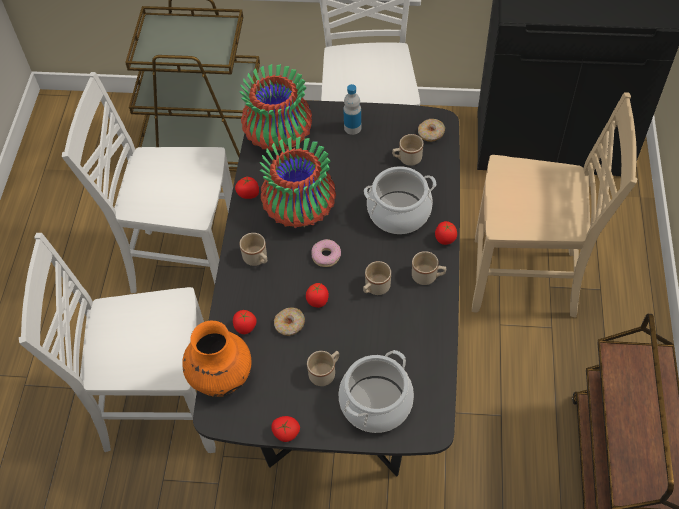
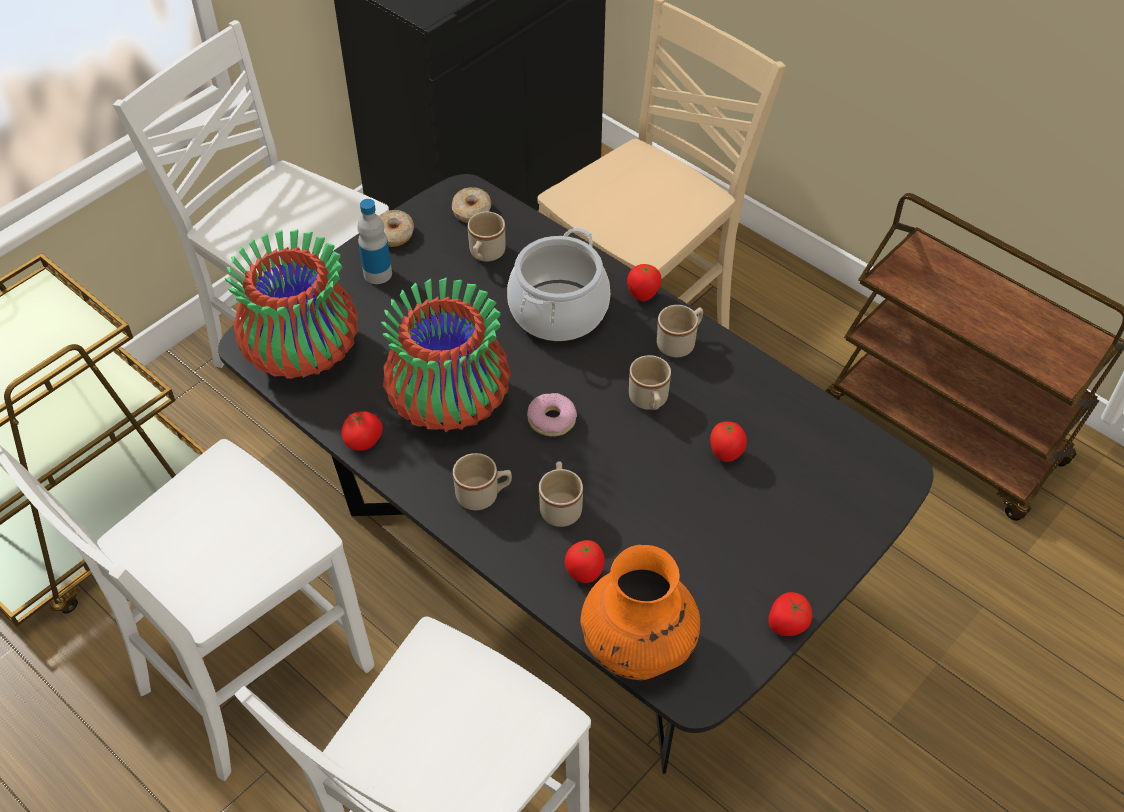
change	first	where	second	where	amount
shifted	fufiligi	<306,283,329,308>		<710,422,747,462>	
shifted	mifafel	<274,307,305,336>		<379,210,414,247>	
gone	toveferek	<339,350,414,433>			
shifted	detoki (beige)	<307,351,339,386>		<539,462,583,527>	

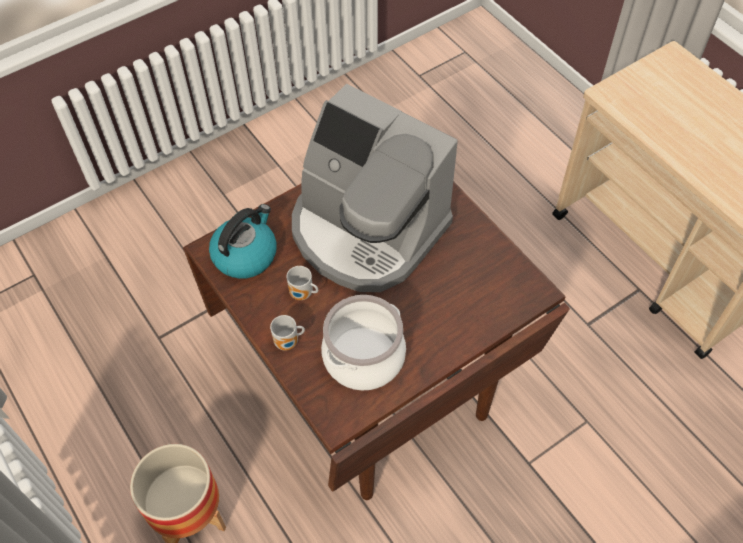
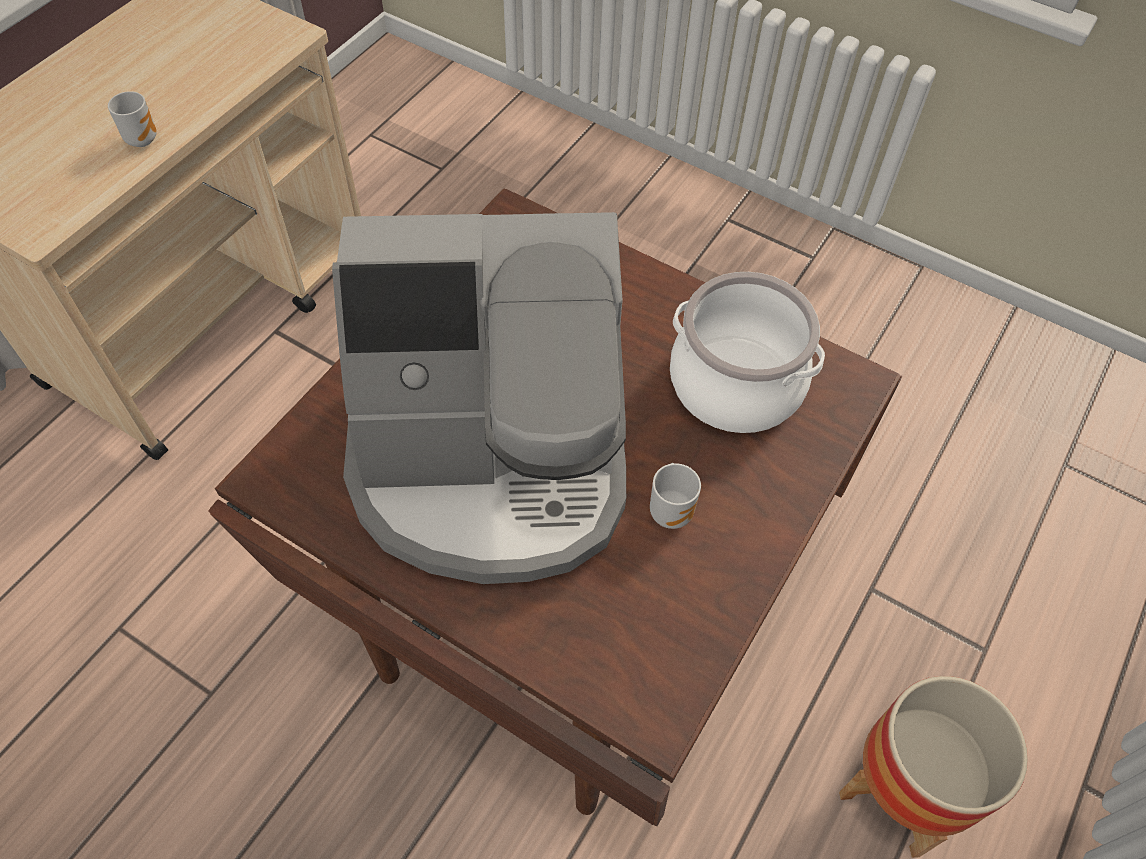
change	first	where	second	where	amount
rotated	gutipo	<292,84,458,292>		<332,212,626,584>	75 degrees clockwise
gone	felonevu	<209,204,277,279>			
shifted	detoki	<270,315,305,350>		<108,91,157,147>	

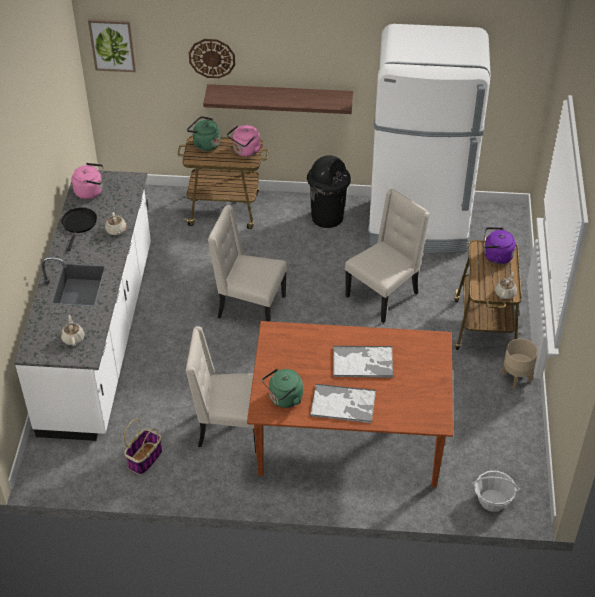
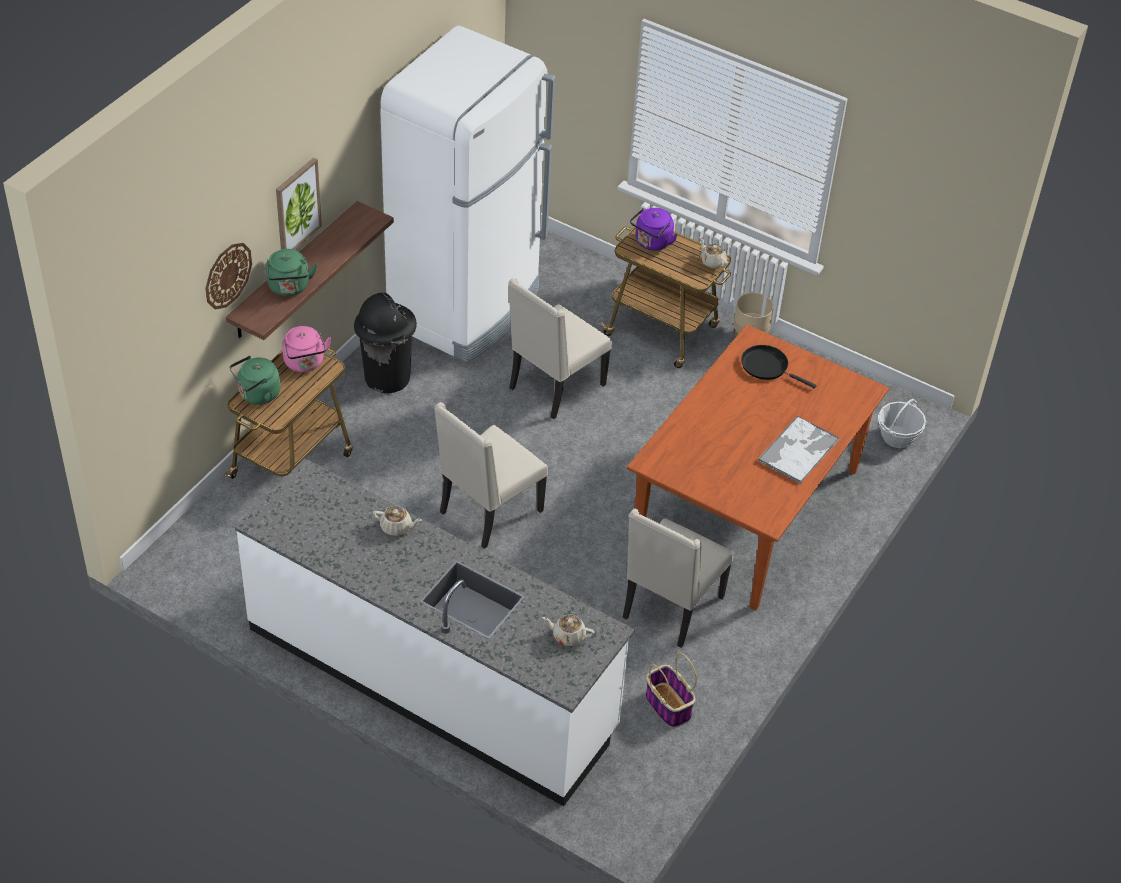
change	first	where	second	where	amount
shifted	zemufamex	<88,19,136,72>		<276,158,322,250>	
gone	felonevu (pink)	<72,163,103,199>			
rotated	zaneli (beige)	<345,189,430,323>		<508,278,612,419>	120 degrees counterclockwise
shifted	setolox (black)	<61,207,97,251>		<741,345,816,388>	
gone	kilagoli	<333,346,394,378>			
shifted	felonevu (green)	<262,369,303,408>		<266,249,317,296>	

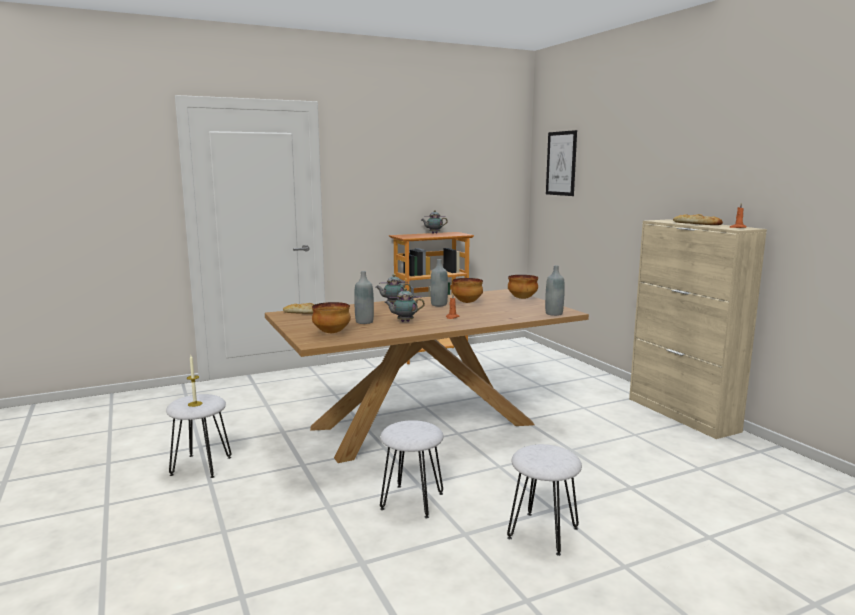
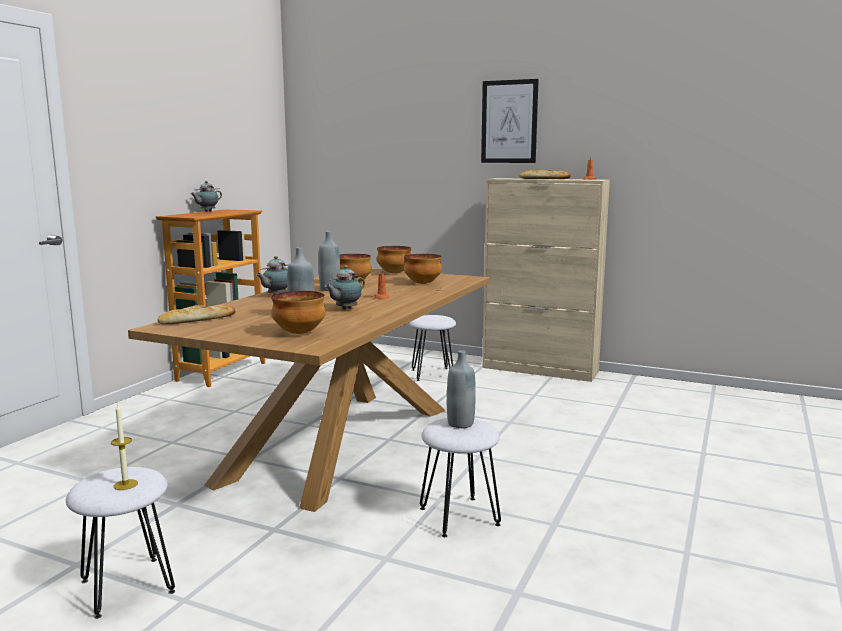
change	first	where	second	where	amount
shifted	zemufamex	<546,130,577,196>		<481,79,539,163>	
shifted	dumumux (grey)	<545,265,565,316>		<447,350,476,428>	
shifted	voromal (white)	<507,444,582,556>		<409,315,456,381>	
new			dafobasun	<404,254,442,284>	

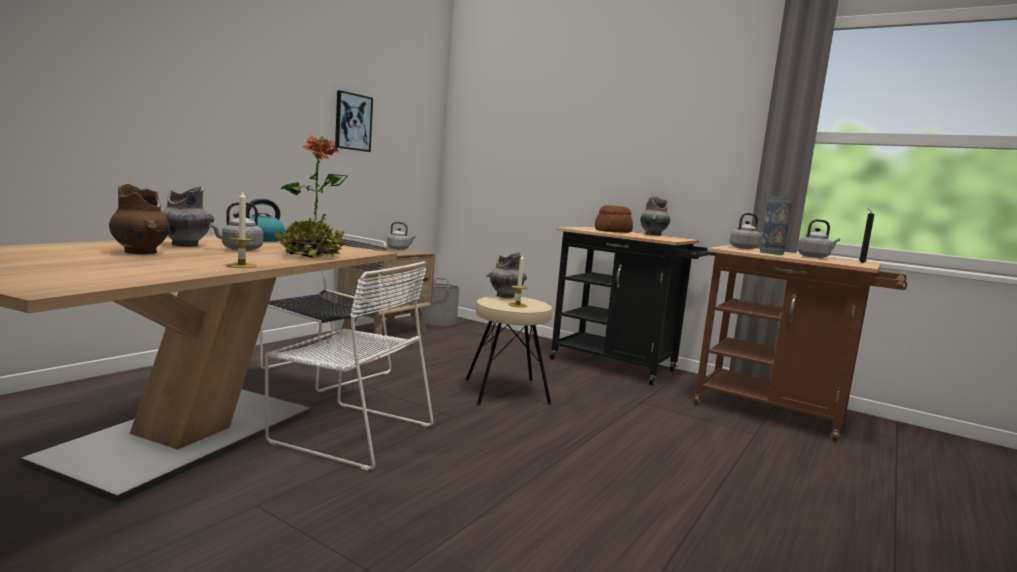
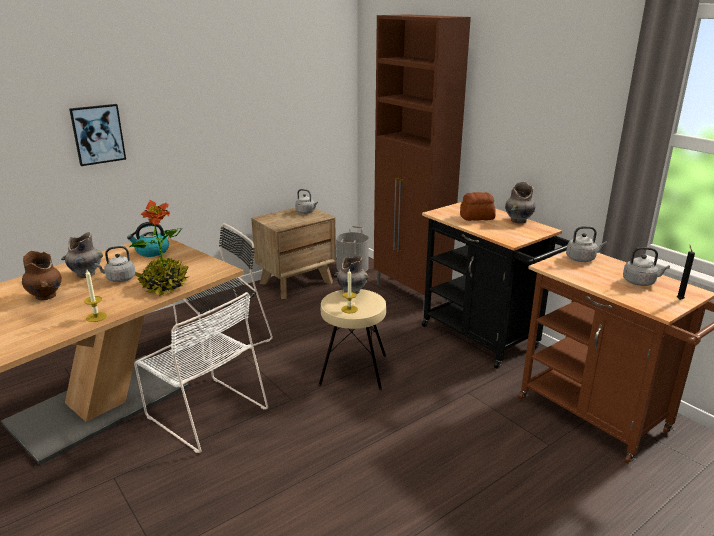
change	first	where	second	where	amount
shifted	zemufamex	<335,90,373,152>		<69,104,126,166>	
gone	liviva	<760,196,793,255>			
new			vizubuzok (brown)	<374,14,471,310>	

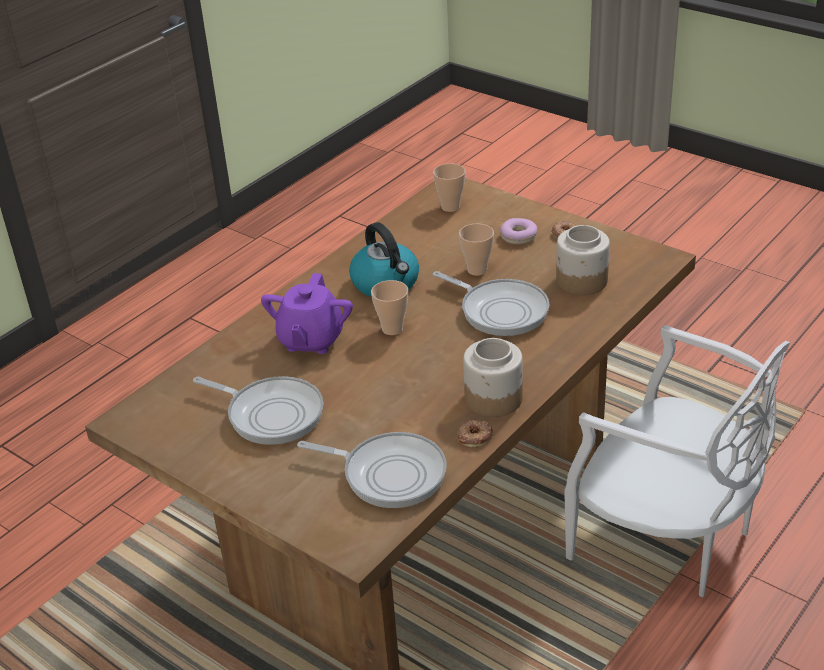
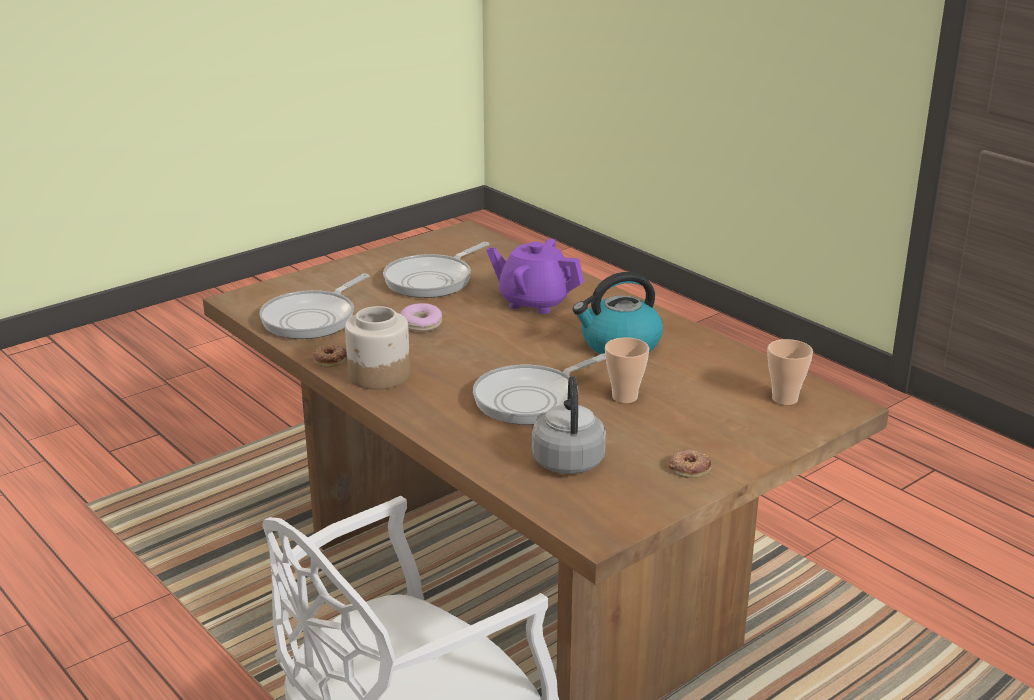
change	first	where	second	where	amount
shifted	mifafel	<500,218,537,245>		<400,303,442,332>	
swapped	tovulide	<556,225,610,295>	felonevu (grey)	<532,376,606,474>	
gone	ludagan	<371,280,408,335>			

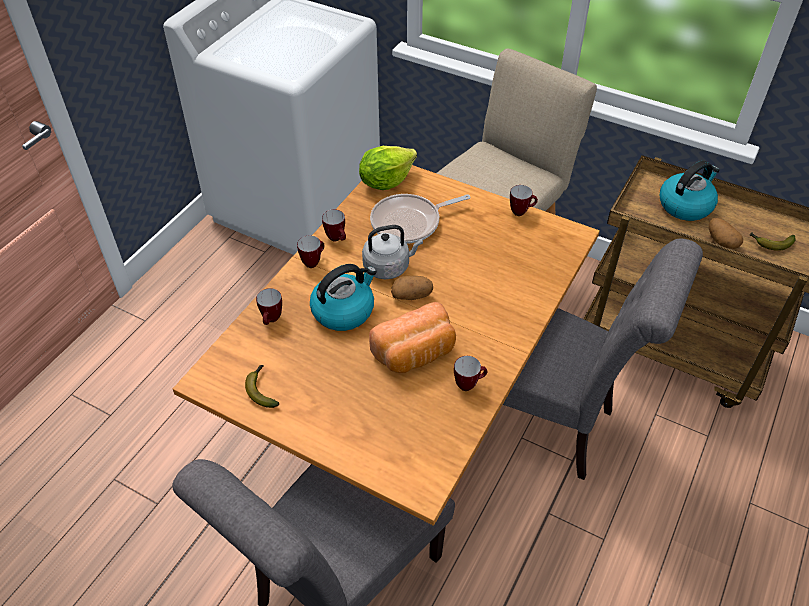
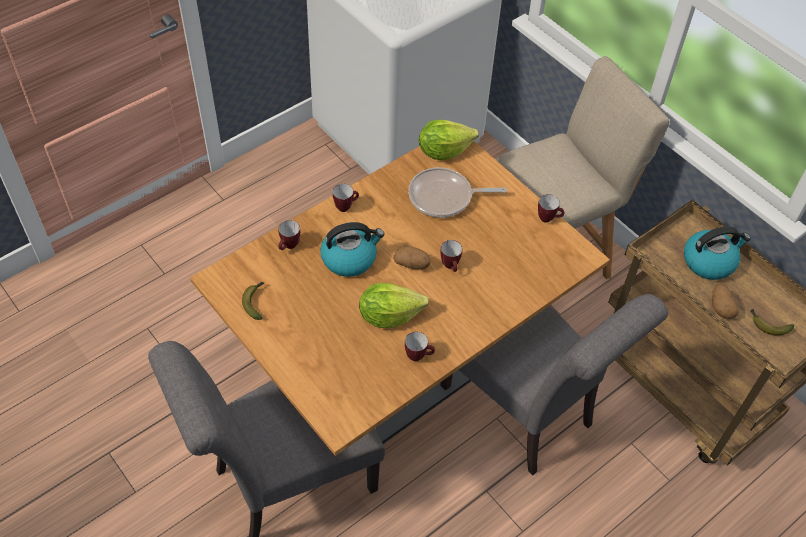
change	first	where	second	where	amount
shifted	detoki	<322,209,346,241>		<440,240,462,272>	
gone	felonevu (grey)	<362,225,423,279>			
swapped	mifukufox	<369,302,456,373>	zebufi	<359,283,429,328>	

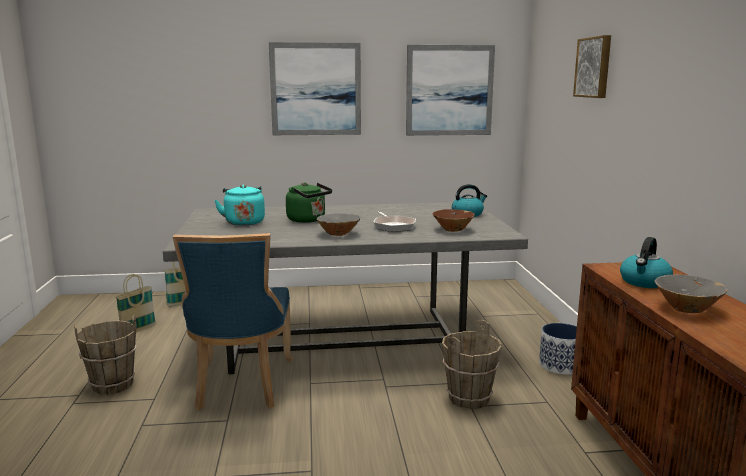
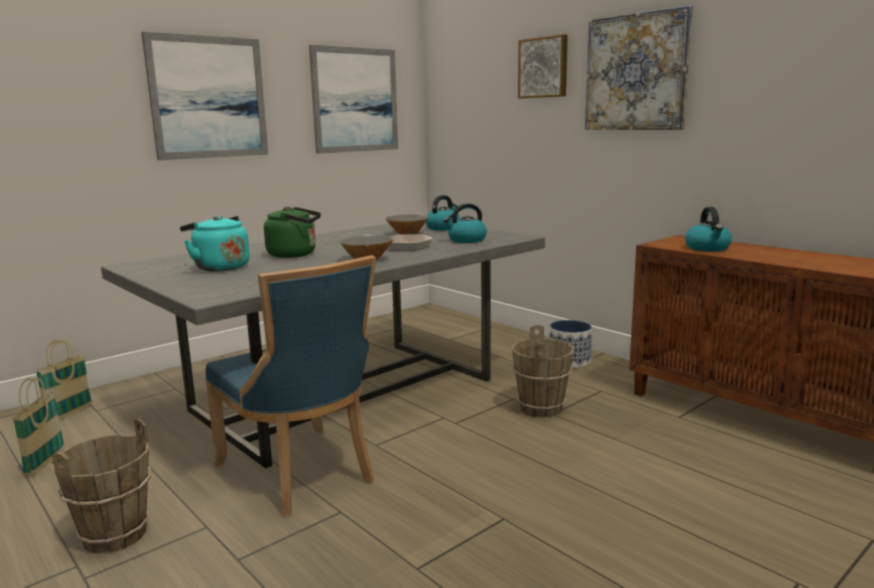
change	first	where	second	where	amount
swapped	dafobasun (brown)	<433,209,475,232>	felonevu	<443,203,487,243>	
shifted	dafobasun (grey)	<654,274,728,313>		<385,214,428,235>	
new			zemufamex	<585,5,693,130>	

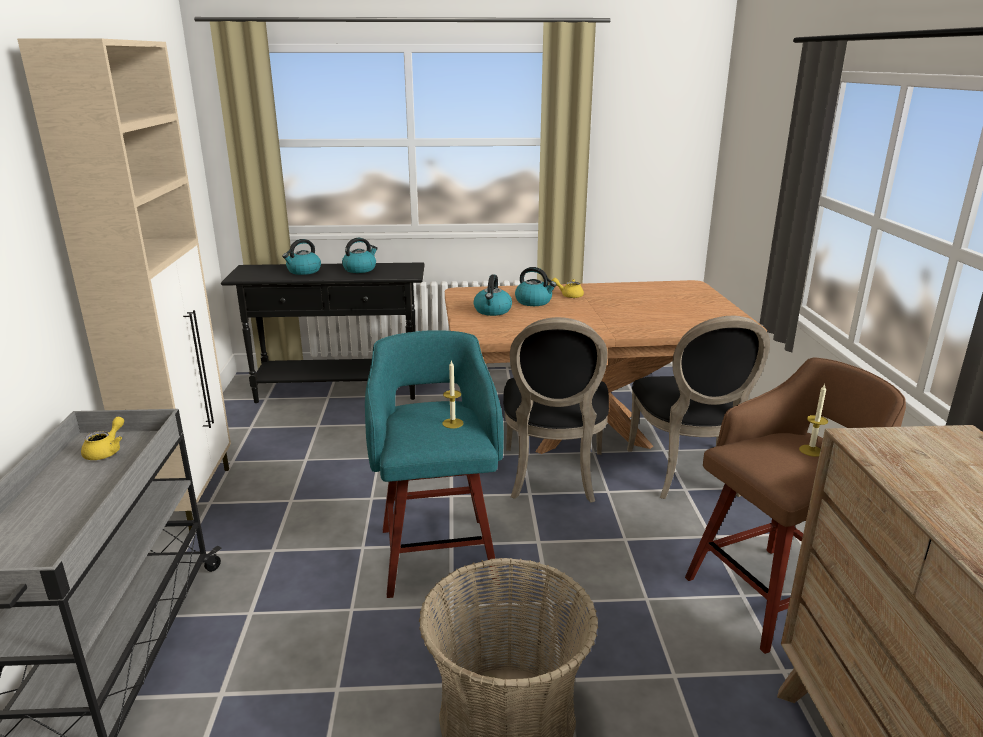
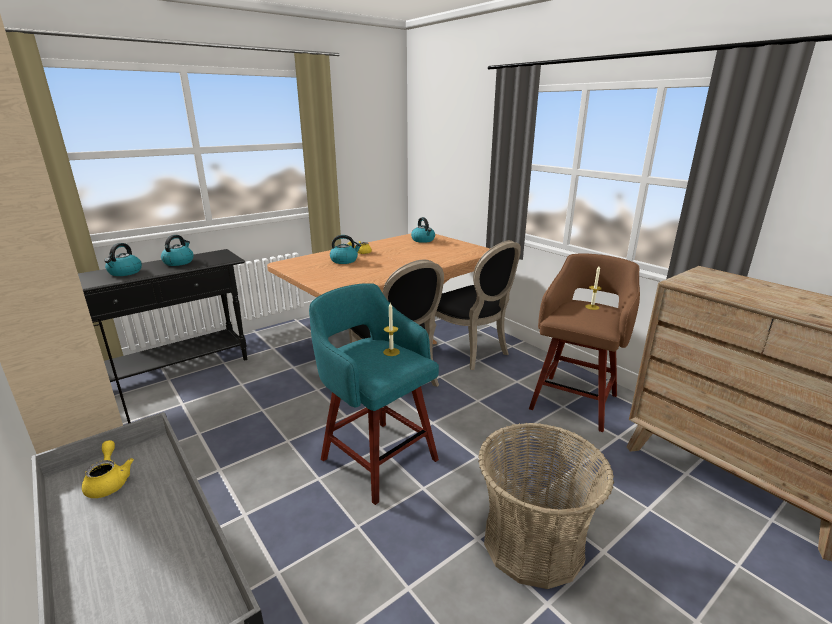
change	first	where	second	where	amount
shifted	felonevu	<473,275,512,316>		<411,217,435,243>	

